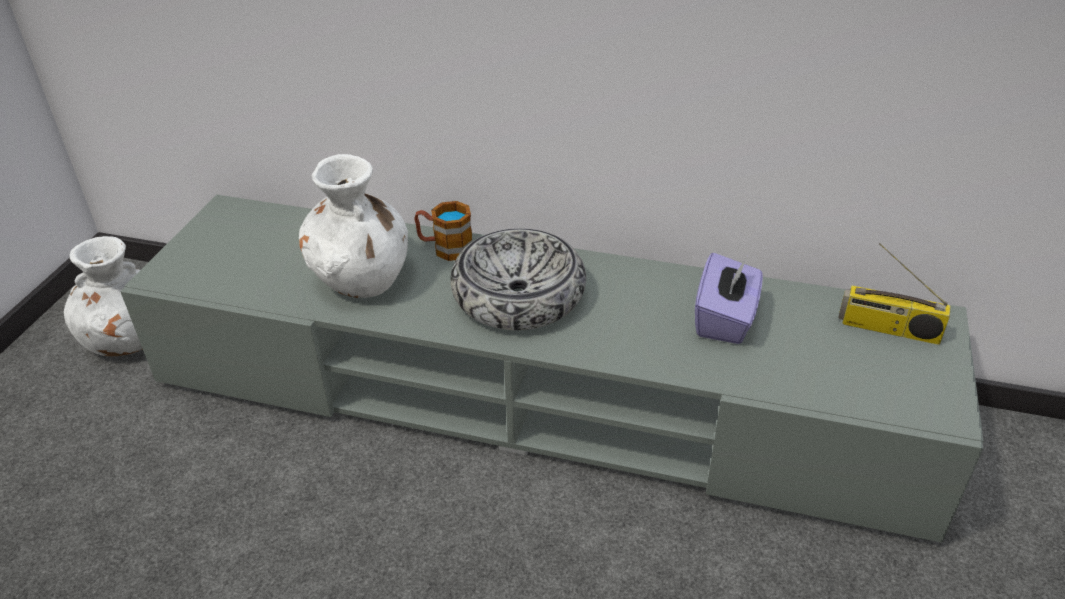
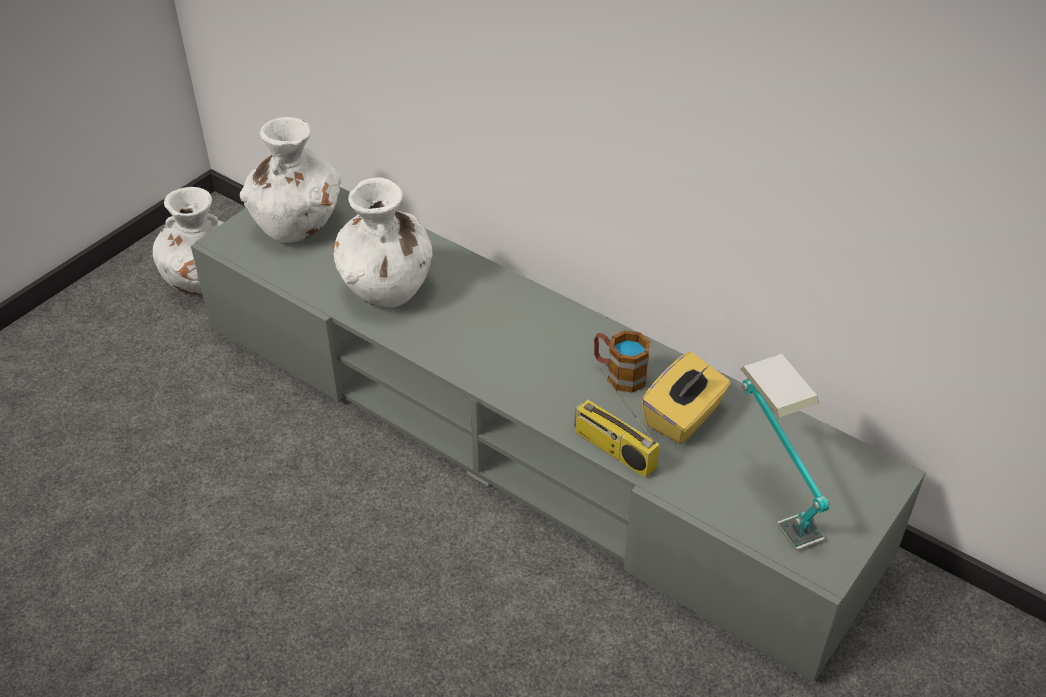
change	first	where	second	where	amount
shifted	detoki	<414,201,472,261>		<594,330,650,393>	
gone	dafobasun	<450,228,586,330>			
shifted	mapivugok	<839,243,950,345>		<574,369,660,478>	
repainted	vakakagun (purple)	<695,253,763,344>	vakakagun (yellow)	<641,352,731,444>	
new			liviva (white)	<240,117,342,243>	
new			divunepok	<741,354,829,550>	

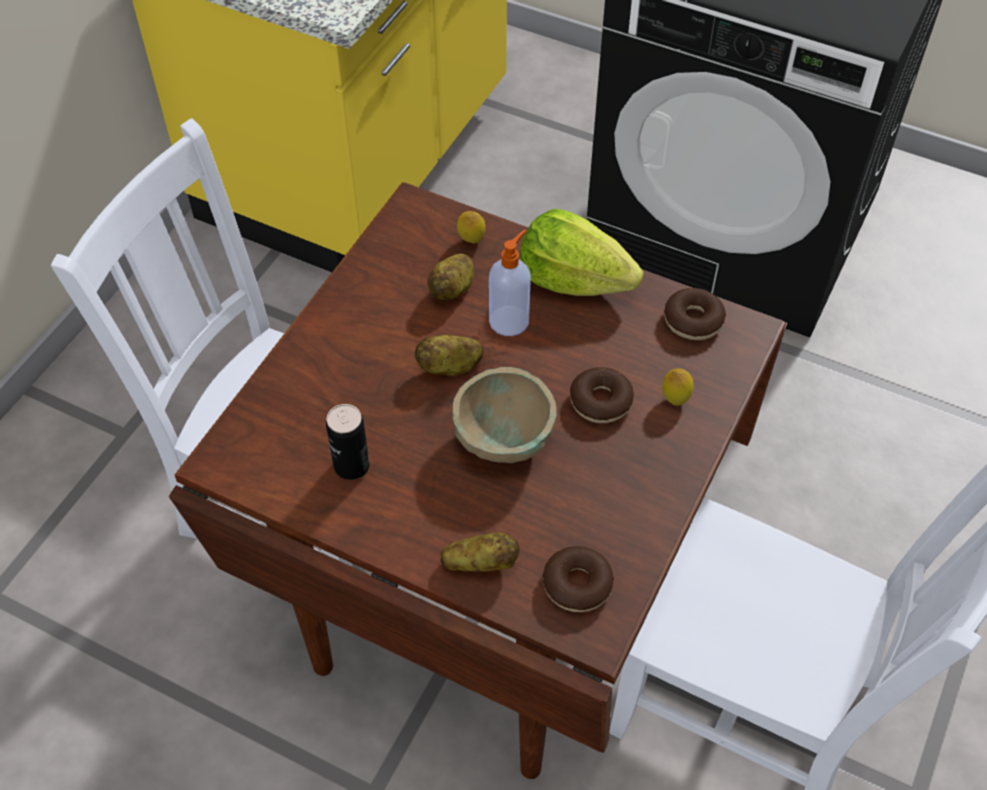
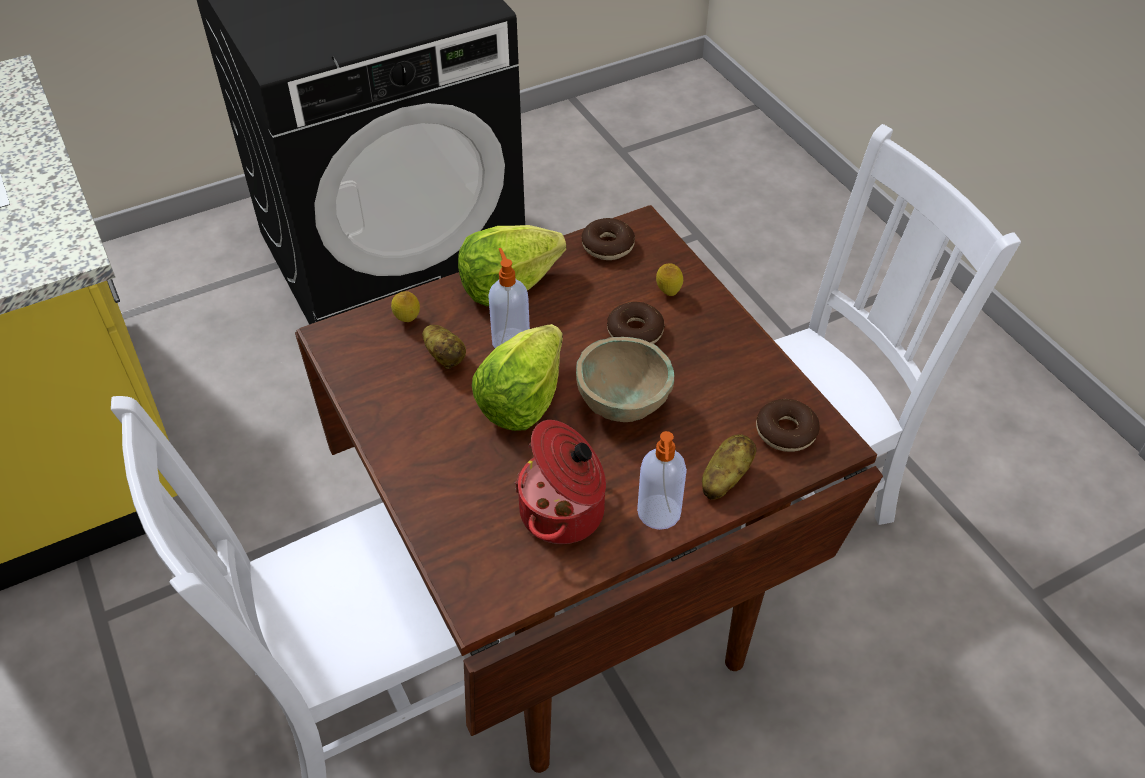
change	first	where	second	where	amount
swapped	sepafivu	<415,335,483,376>	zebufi	<472,324,563,431>	
swapped	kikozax	<326,404,370,480>	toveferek	<515,420,606,544>	
new			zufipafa	<637,431,687,530>	

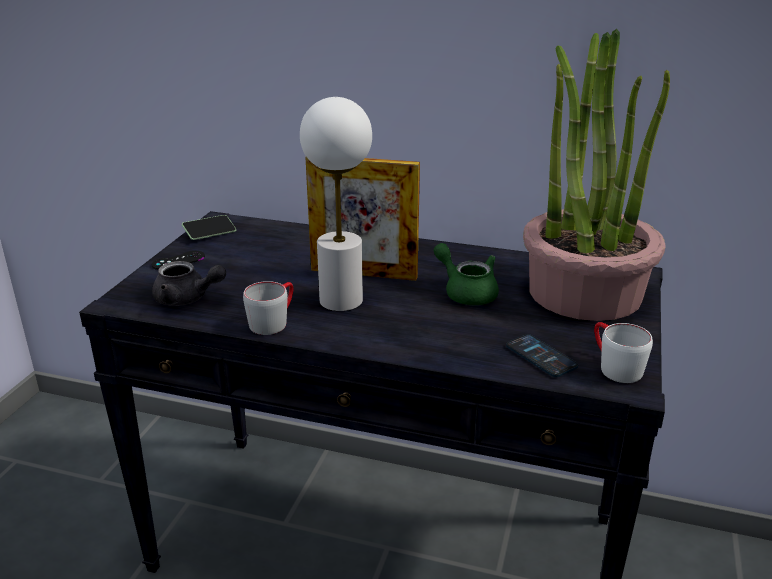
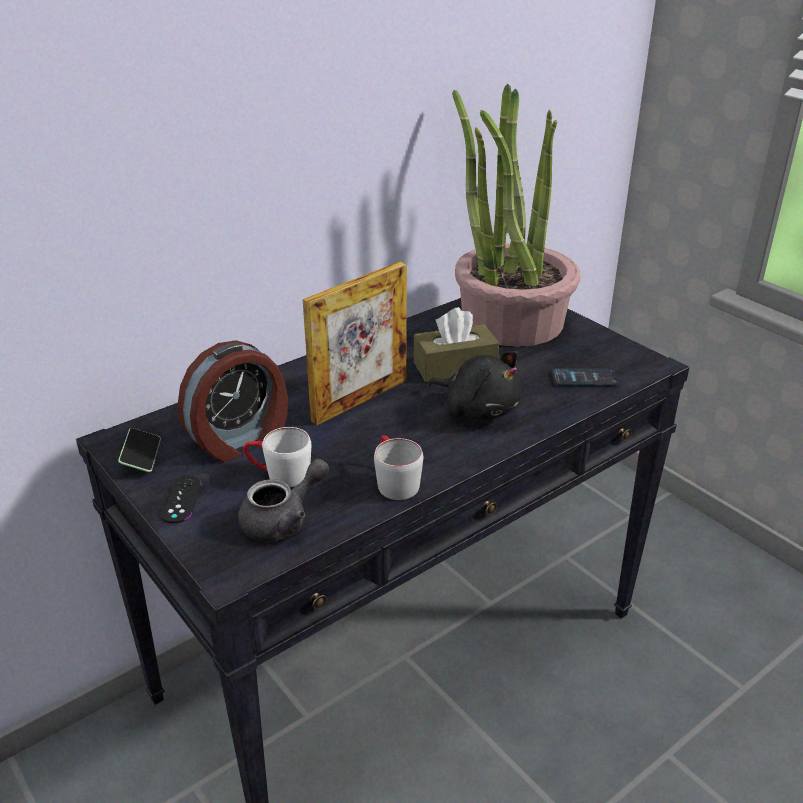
change	first	where	second	where	amount
gone	divunepok (white)	<300,97,372,311>			
swapped	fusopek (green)	<433,243,499,305>	vakakagun (brown)	<414,307,499,382>	
shifted	detoki (white)	<594,322,653,383>		<243,427,311,487>	
new			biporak	<178,340,288,462>	
new			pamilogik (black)	<428,351,522,420>	

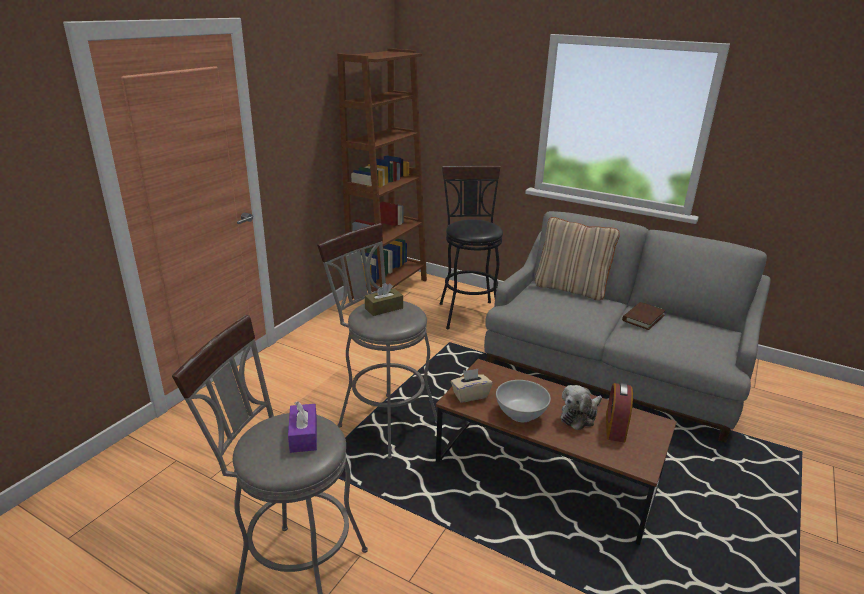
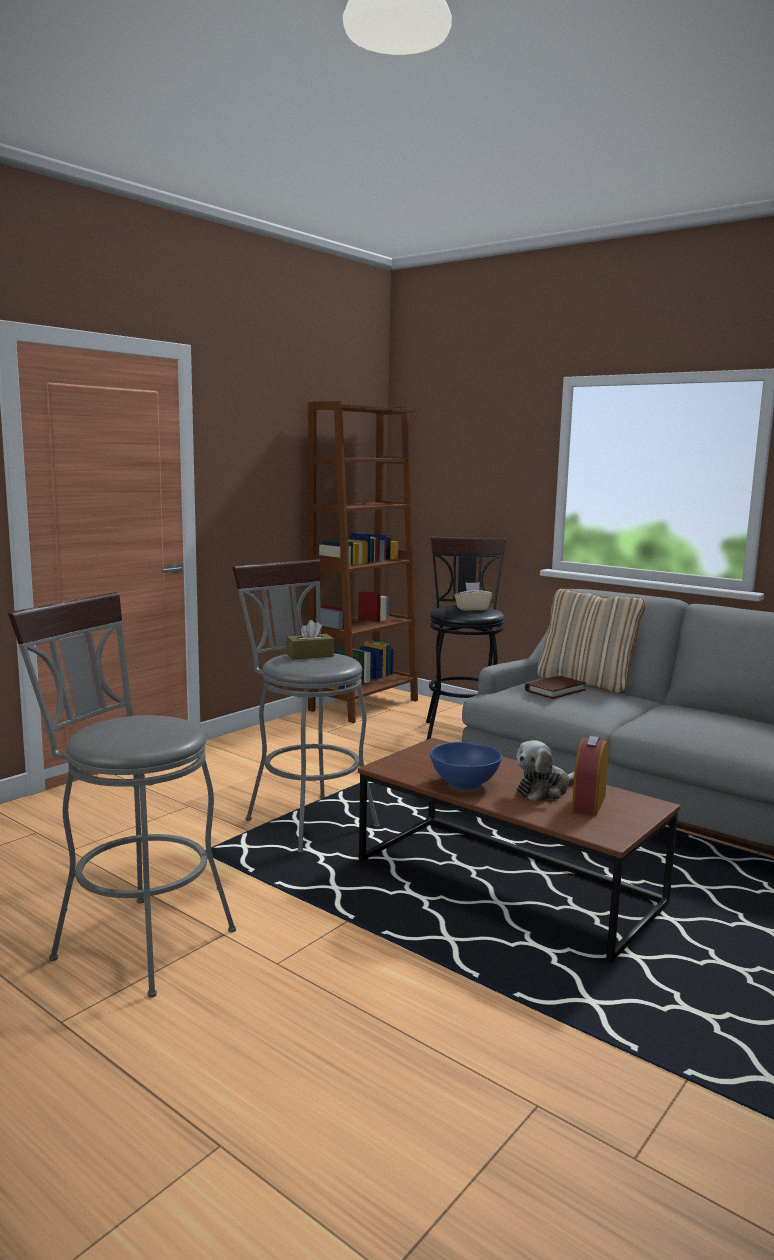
change	first	where	second	where	amount
shifted	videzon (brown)	<622,302,666,330>		<525,676,586,699>	
shifted	vakakagun (beige)	<451,369,493,403>		<454,582,492,611>	
repainted	dafobasun (white)	<496,380,551,422>	dafobasun (blue)	<430,742,502,790>	
gone	vakakagun (purple)	<288,401,317,453>			

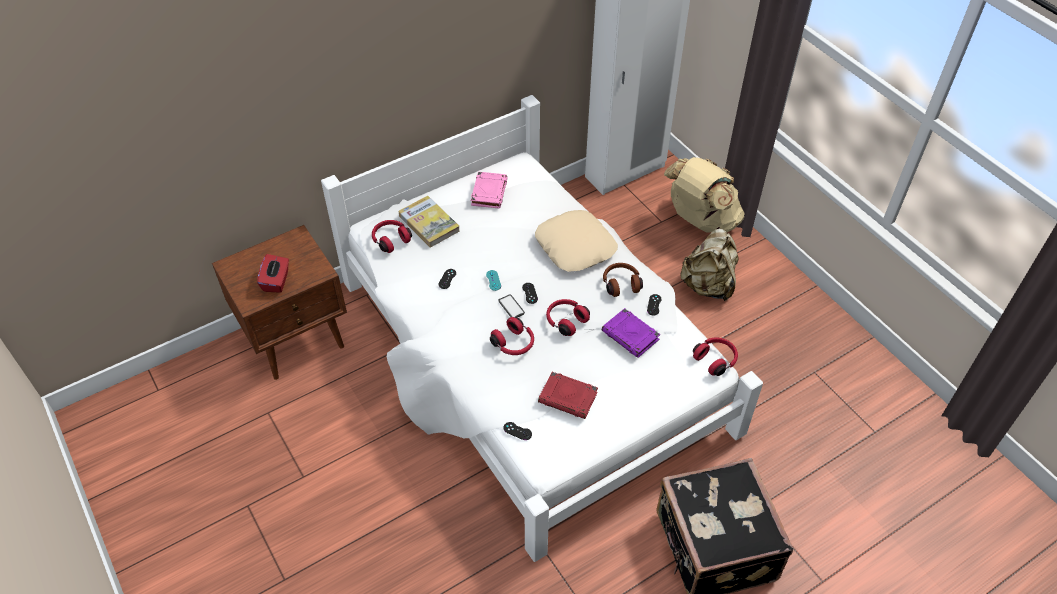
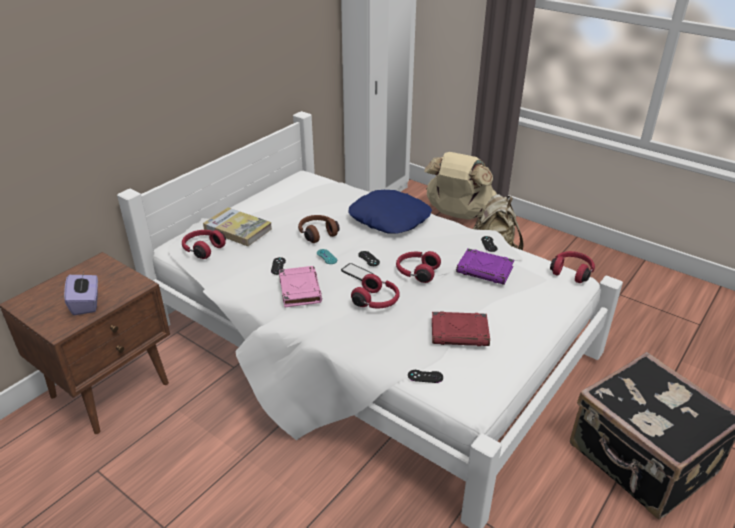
change	first	where	second	where	amount
shifted	videzon (pink)	<471,172,508,208>		<279,266,322,307>	
repainted	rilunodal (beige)	<535,210,618,272>	rilunodal (blue)	<348,190,432,234>	
repainted	vakakagun (red)	<257,254,289,293>	vakakagun (purple)	<64,272,98,315>	
shifted	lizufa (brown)	<603,263,643,297>		<298,215,340,243>	

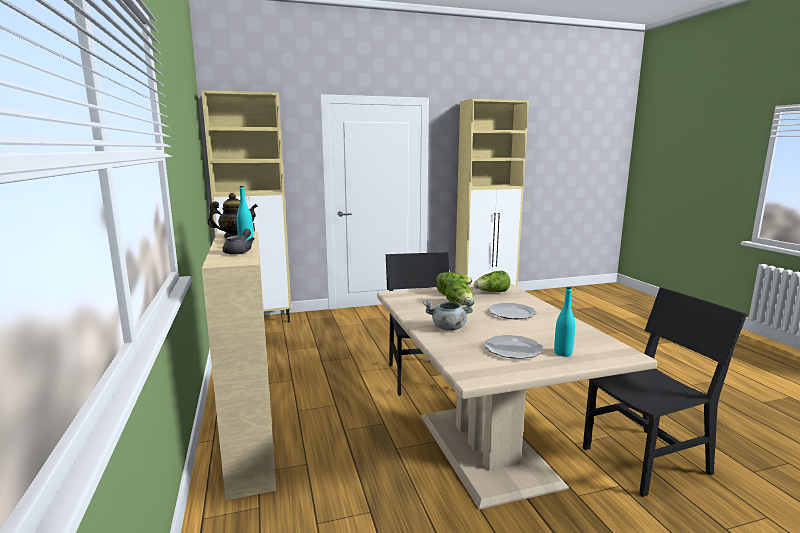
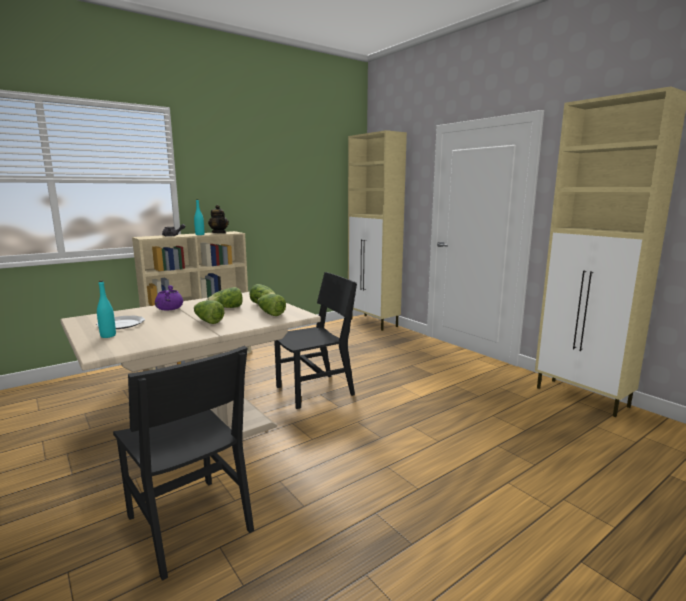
change	first	where	second	where	amount
repainted	toveferek (grey)	<423,299,475,331>	toveferek (purple)	<155,285,183,310>	
swapped	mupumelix	<488,303,537,319>	zebufi	<194,300,224,324>	

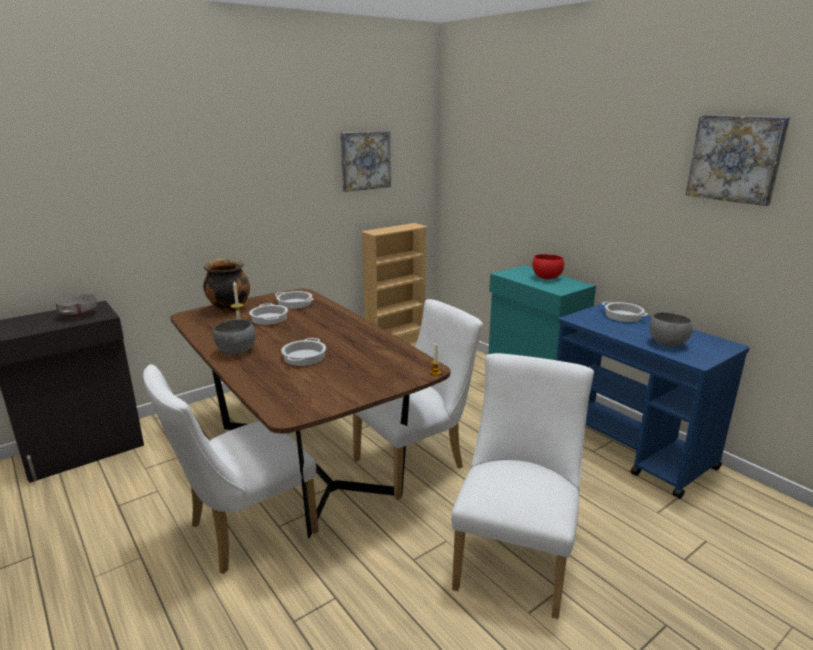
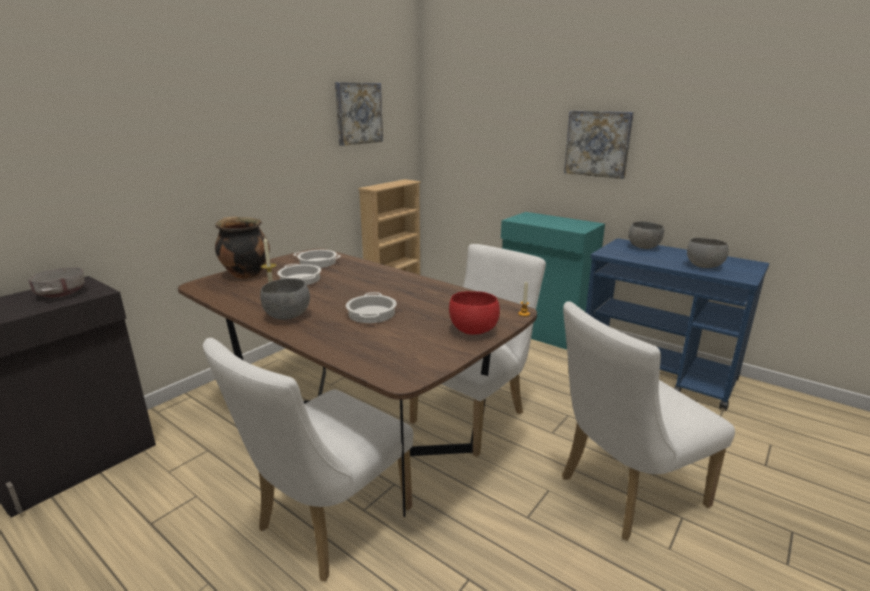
change	first	where	second	where	amount
shifted	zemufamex	<686,115,790,206>		<564,111,634,179>	
shifted	dafobasun (red)	<532,254,564,279>		<449,291,500,335>	
swapped	toveferek	<602,302,648,322>	dafobasun (grey)	<628,221,664,249>	
rotated	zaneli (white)	<451,353,594,619>		<562,301,735,541>	120 degrees counterclockwise

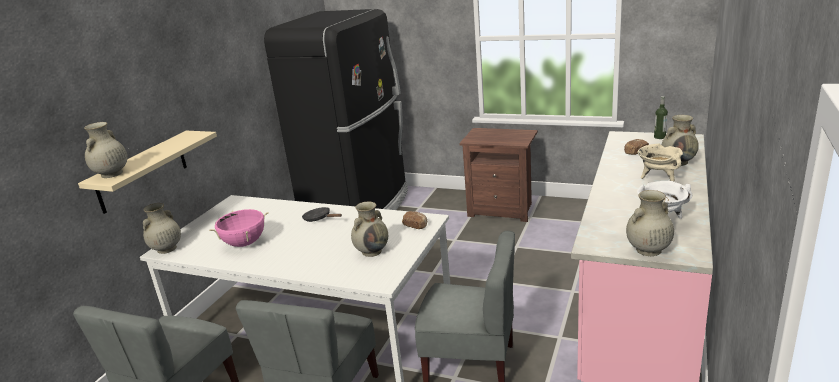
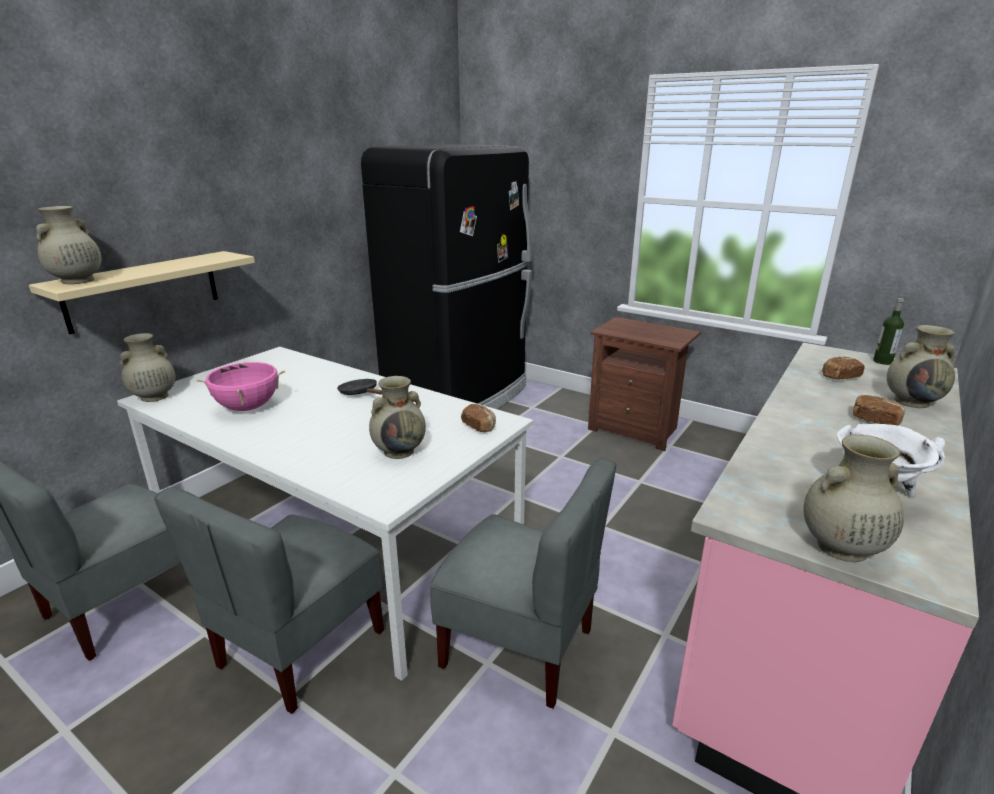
change	first	where	second	where	amount
swapped	toveferek (beige)	<638,143,683,182>	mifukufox	<853,395,905,426>	

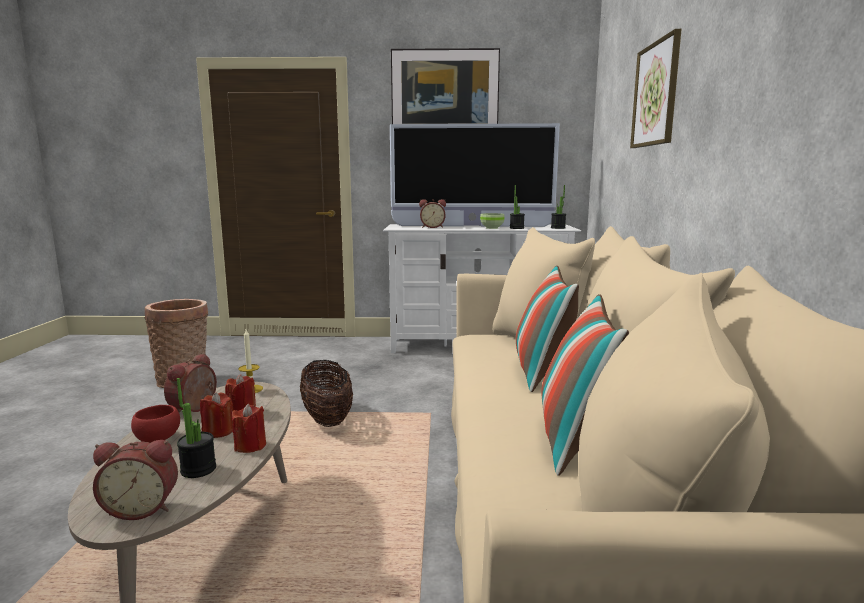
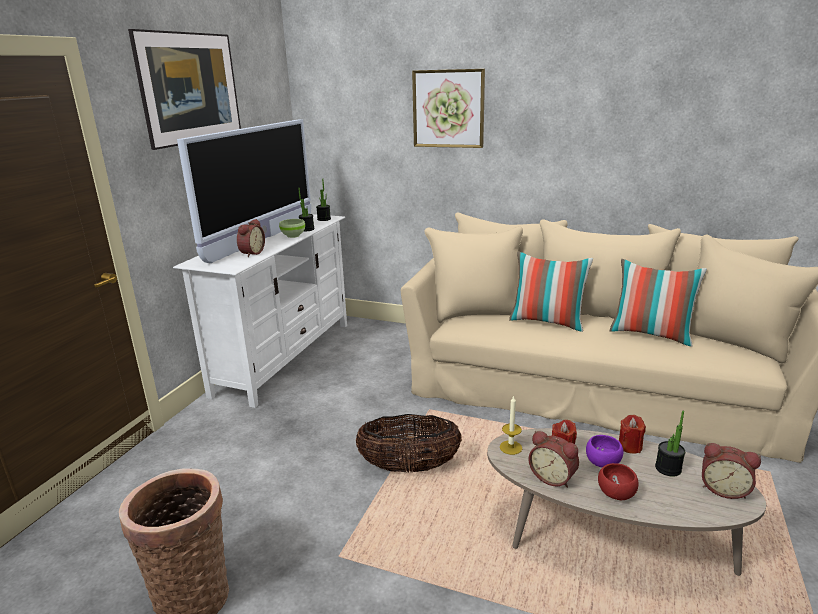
change	first	where	second	where	amount
swapped	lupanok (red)	<200,392,233,438>	dafobasun (purple)	<586,435,623,467>	
rotated	biporak	<93,440,178,520>		<702,443,761,499>	105 degrees clockwise

